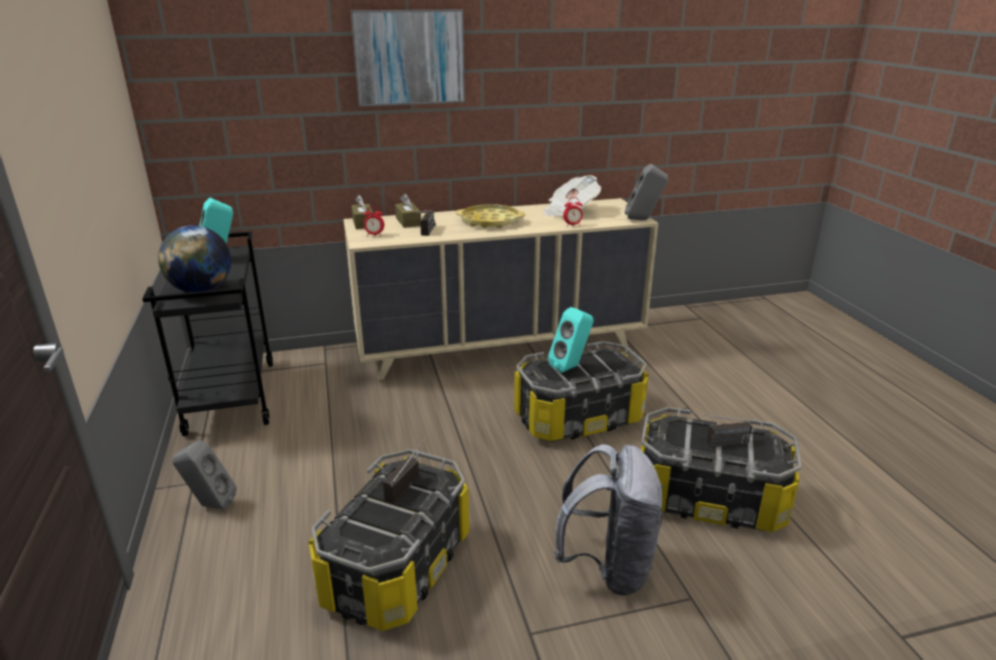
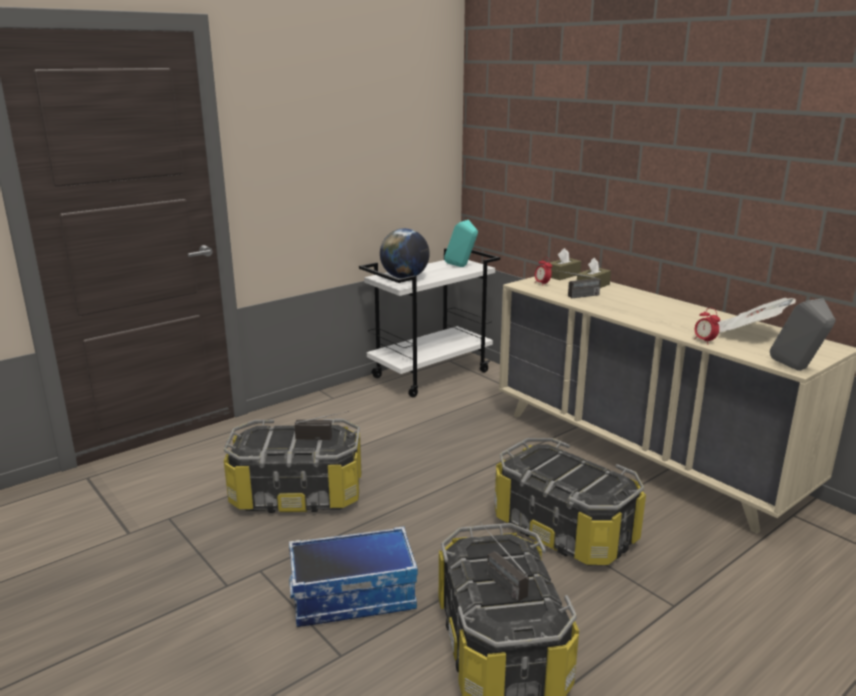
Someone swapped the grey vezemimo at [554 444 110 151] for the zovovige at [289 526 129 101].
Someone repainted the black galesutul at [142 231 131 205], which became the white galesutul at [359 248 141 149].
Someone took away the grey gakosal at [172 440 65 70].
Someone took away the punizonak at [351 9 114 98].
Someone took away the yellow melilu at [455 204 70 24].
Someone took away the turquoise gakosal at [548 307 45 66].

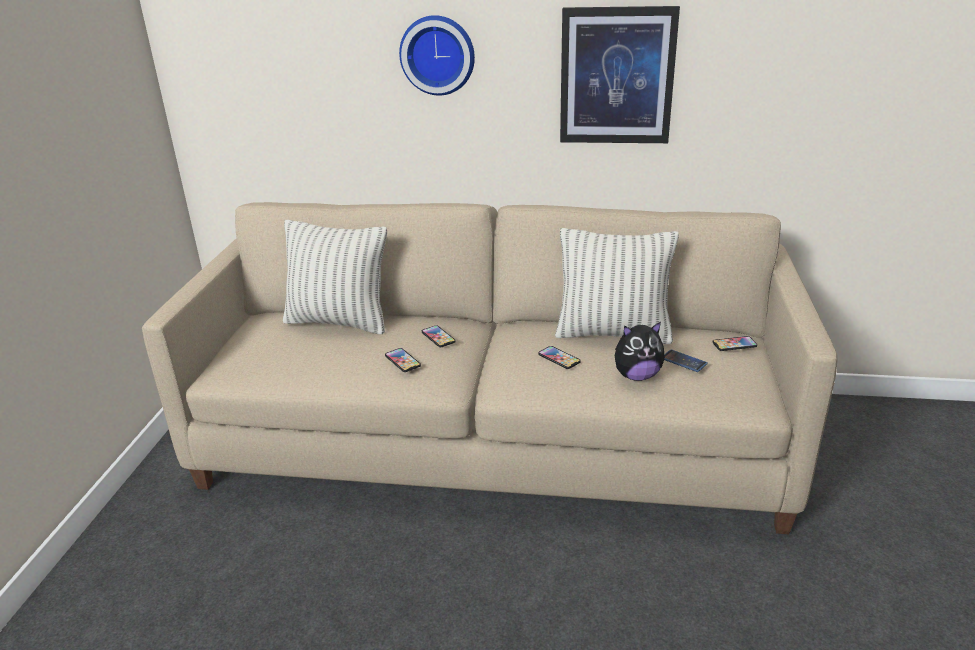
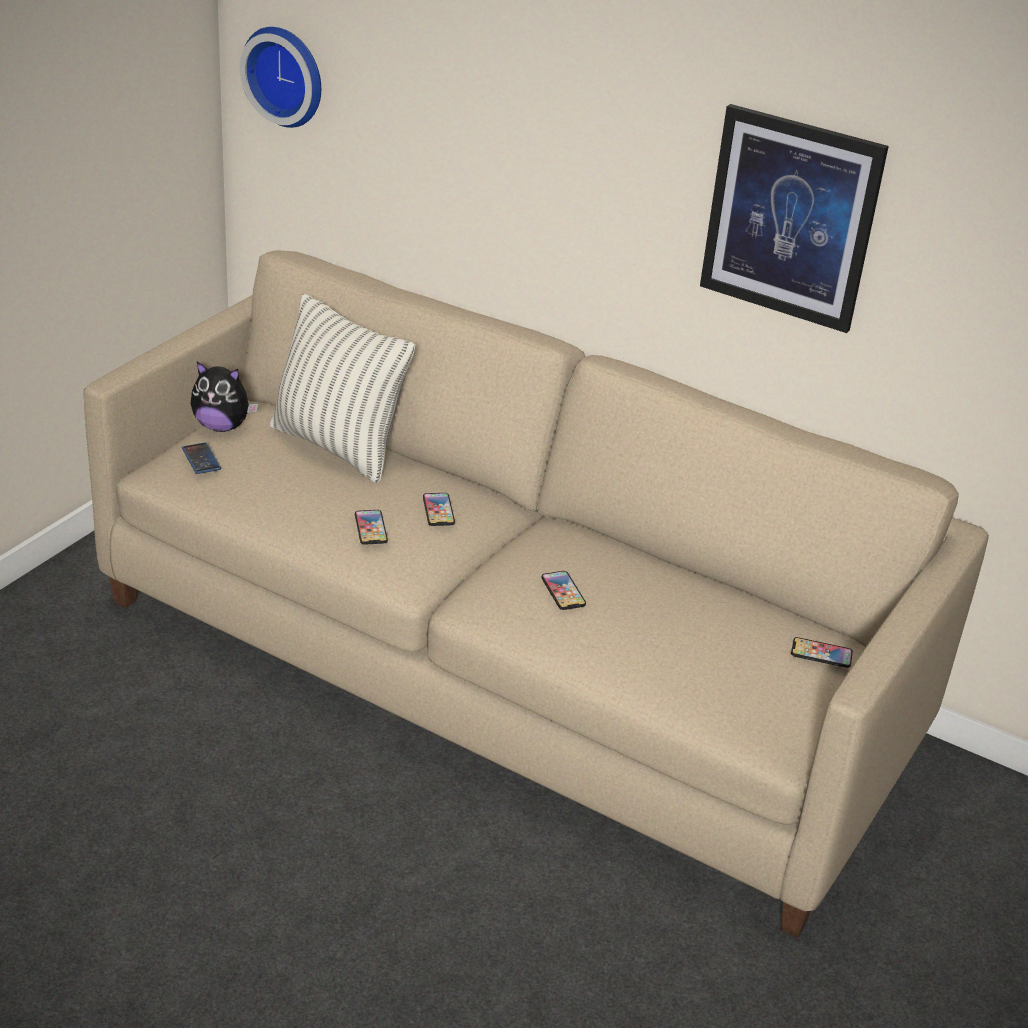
Someone carried the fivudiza from [664 349 44 23] to [182 442 39 32].
Someone carried the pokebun from [615 322 50 59] to [190 361 68 71].
Someone carried the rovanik from [399 15 76 80] to [240 27 81 101].
Someone took away the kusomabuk at [555 228 124 116].

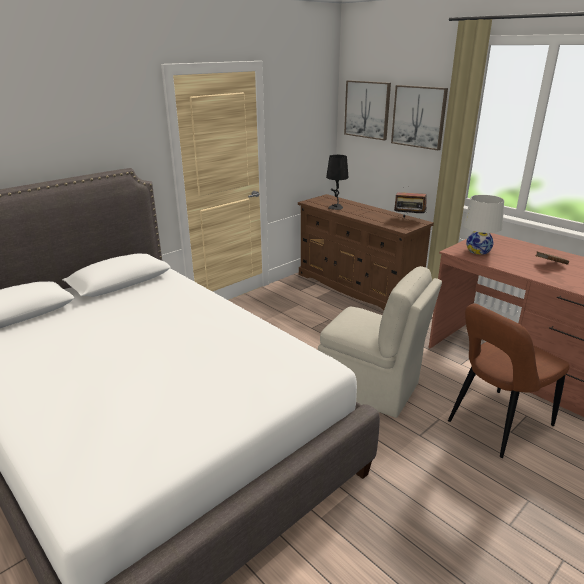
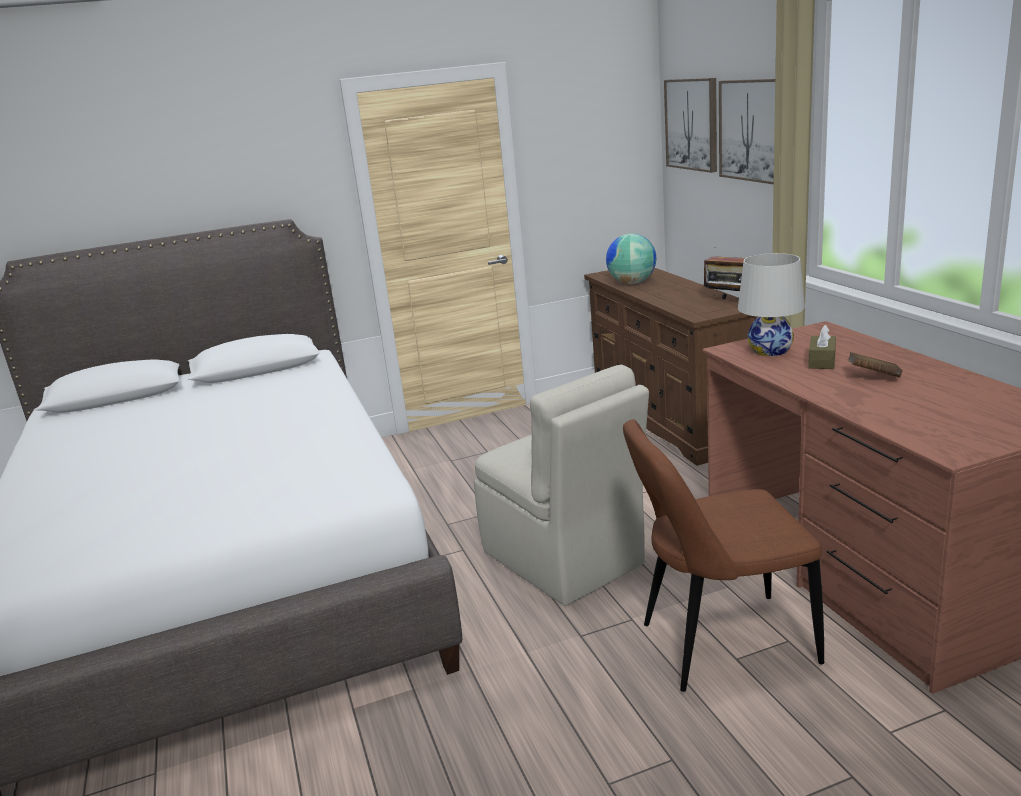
Someone swapped the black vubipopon at [326 155 23 55] for the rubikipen at [606 233 51 51].
Someone put down the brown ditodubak at [808 325 28 44].

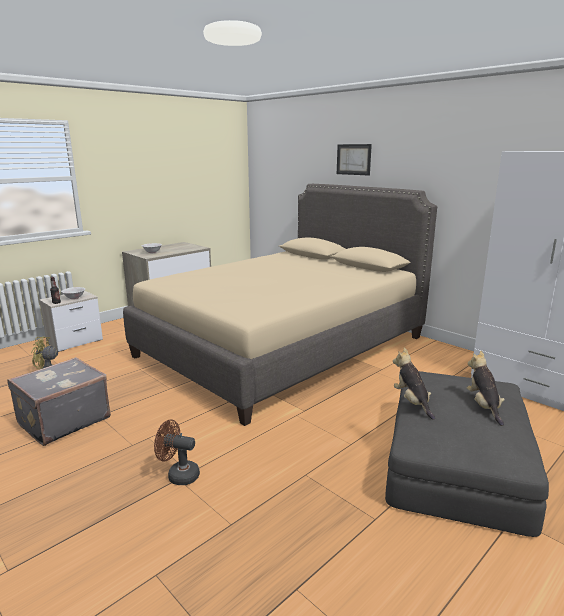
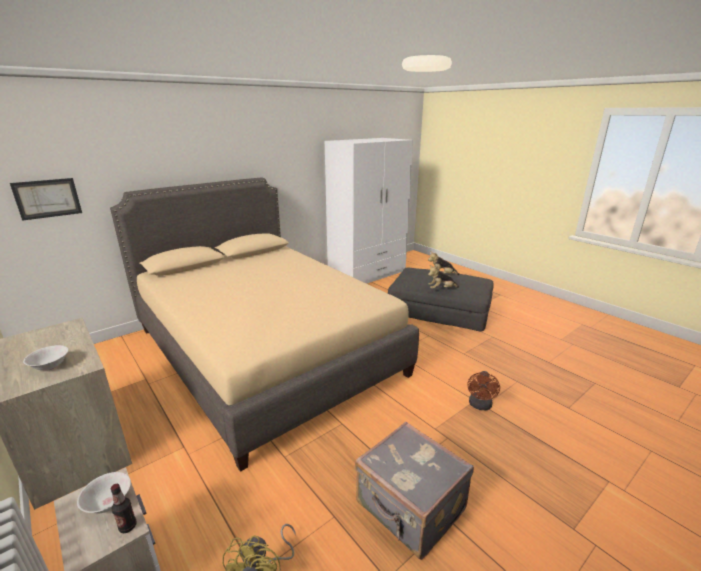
Someone carried the punizonak from [337 144 35 32] to [10 178 72 43].

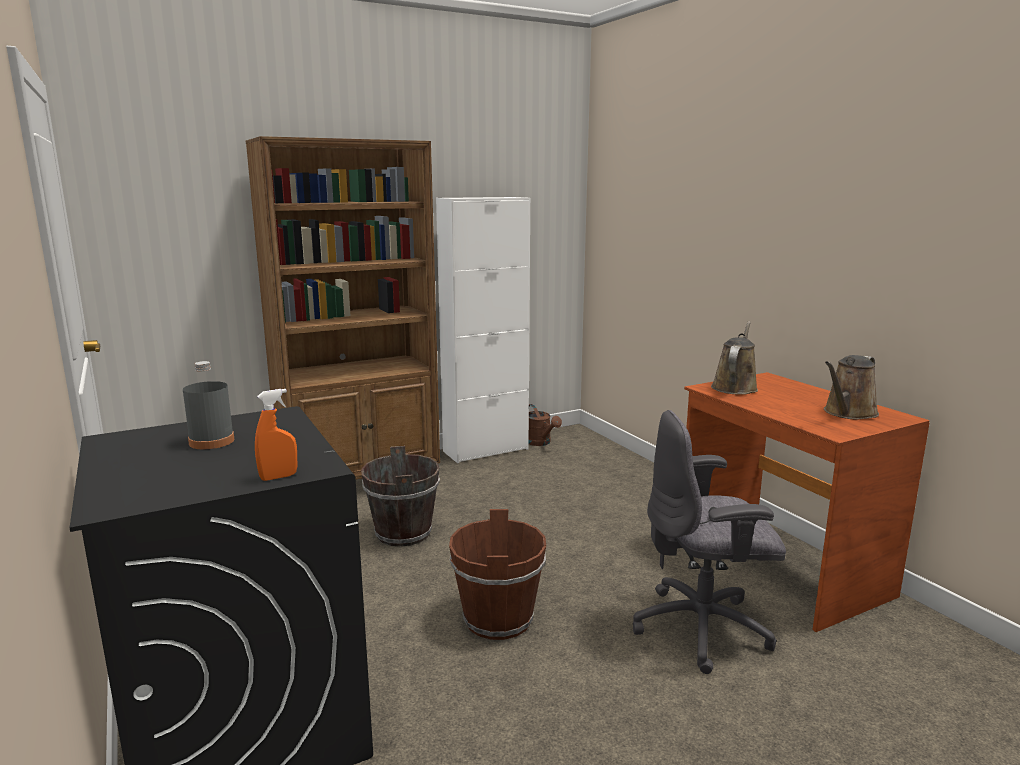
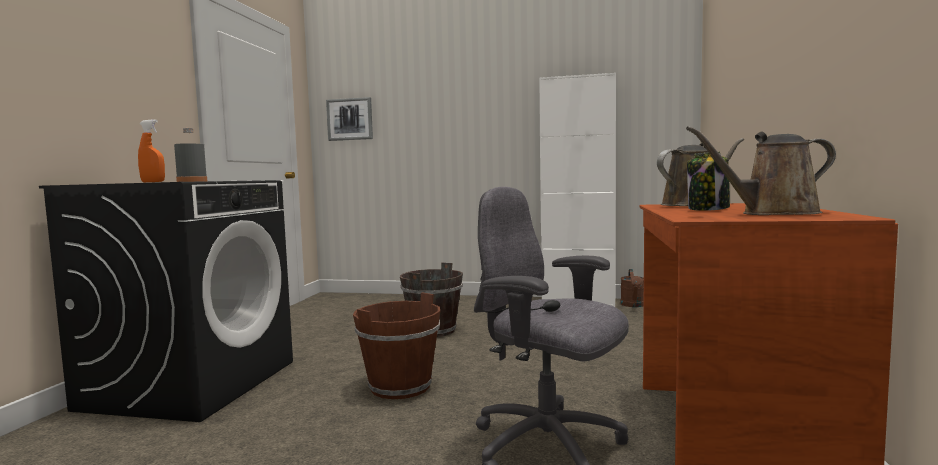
Someone put up the punizonak at [326 97 47 44].
Someone put down the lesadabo at [687 152 43 59].
Someone took away the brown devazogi at [246 136 194 343].

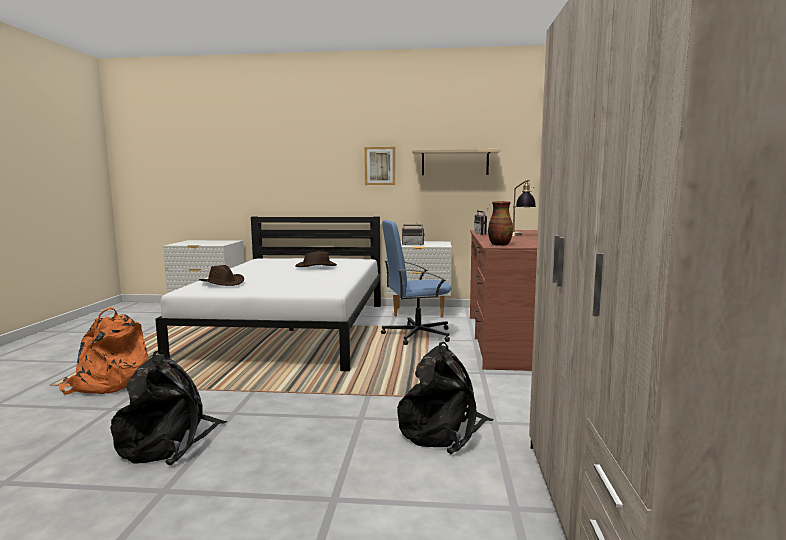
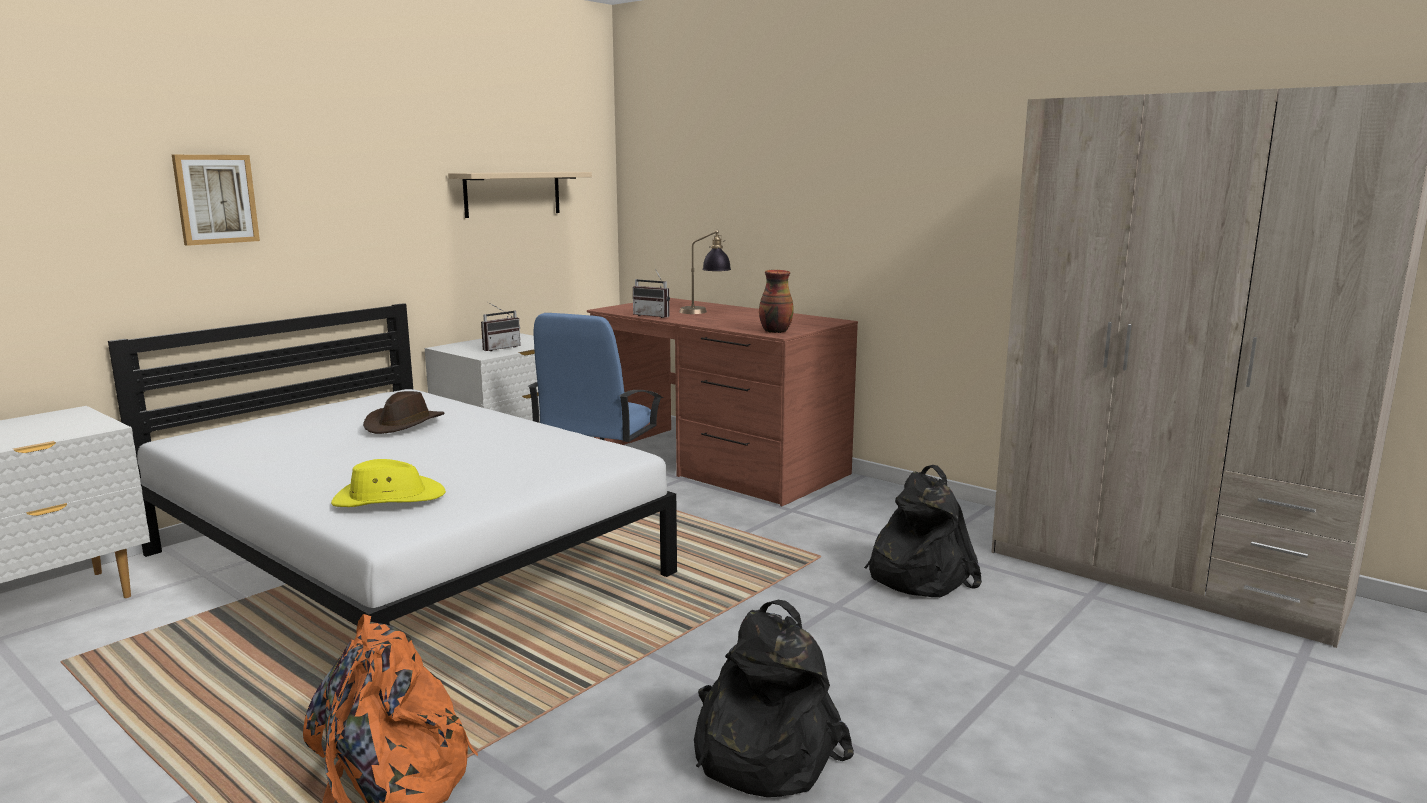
Someone carried the punizonak from [364 147 31 38] to [172 155 88 91].
Someone repainted the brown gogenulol at [199 265 45 21], which became the yellow gogenulol at [331 459 115 48].

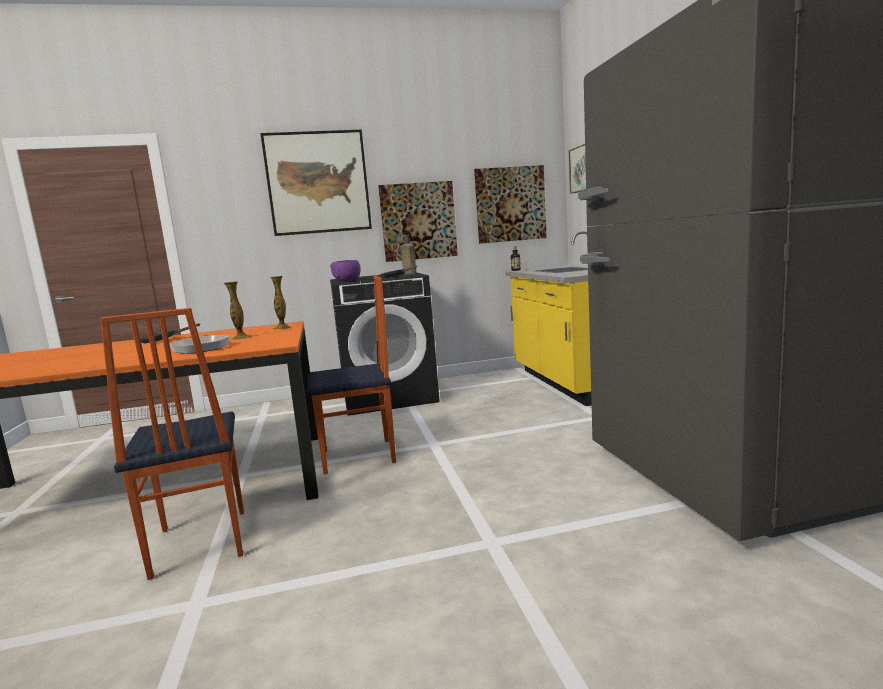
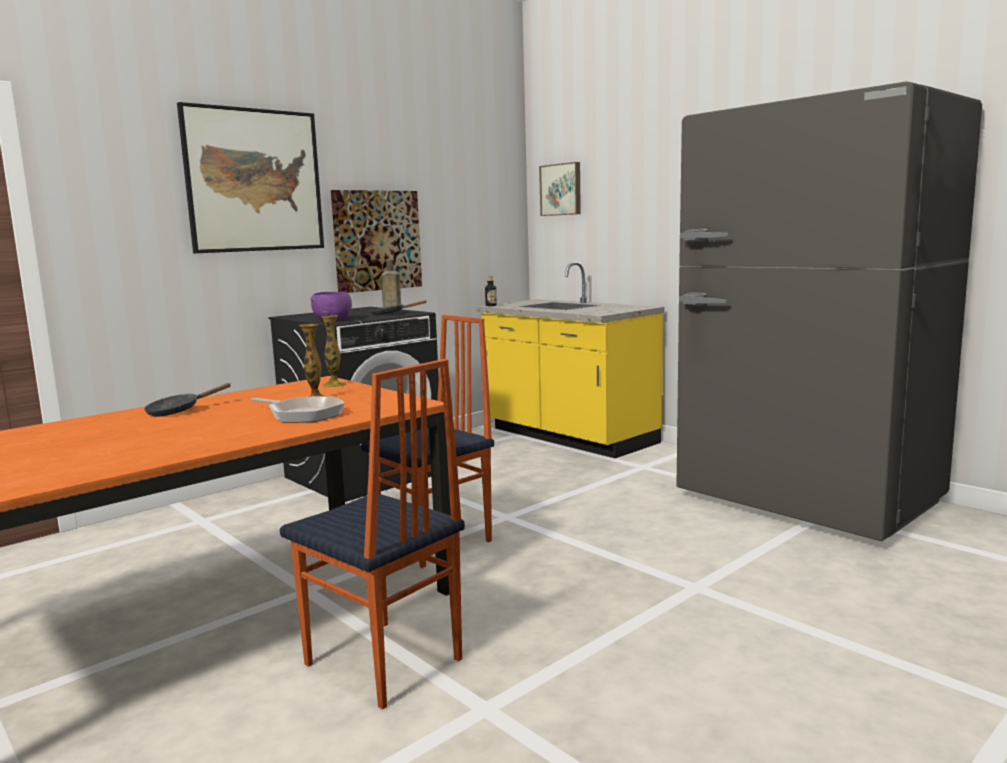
Someone took away the punizonak at [474 165 73 79].

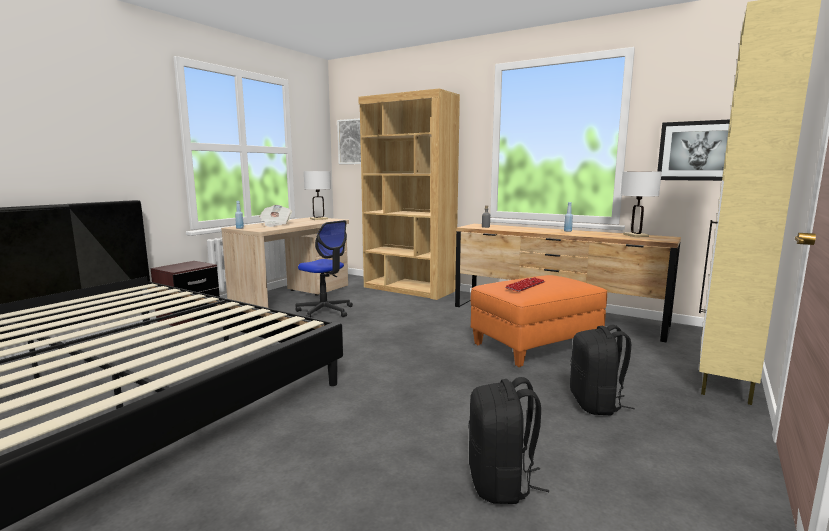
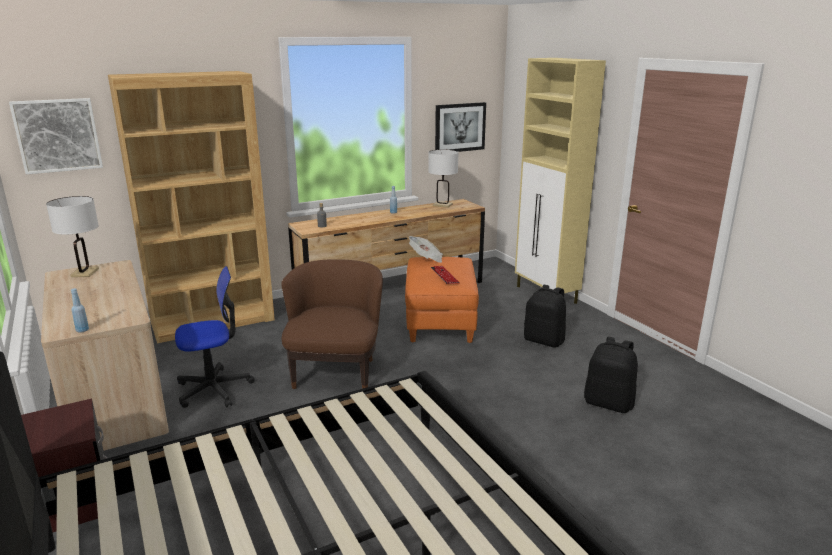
Someone put down the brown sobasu at [281 259 102 130].
Someone carried the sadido from [259 205 33 22] to [409 236 34 27].

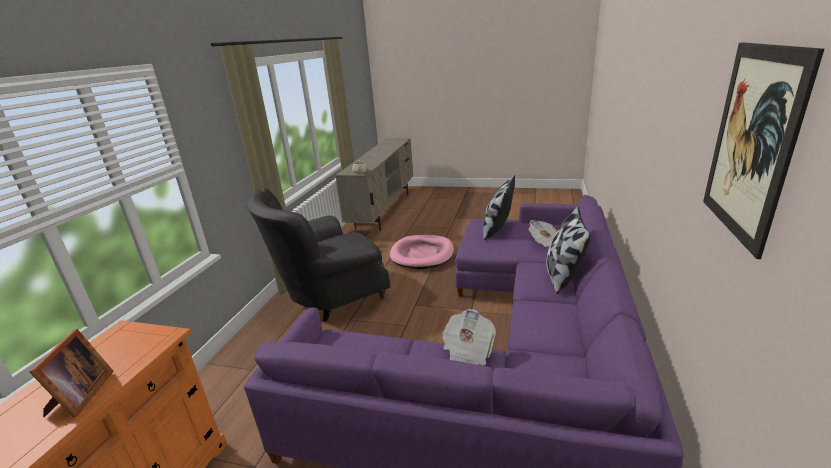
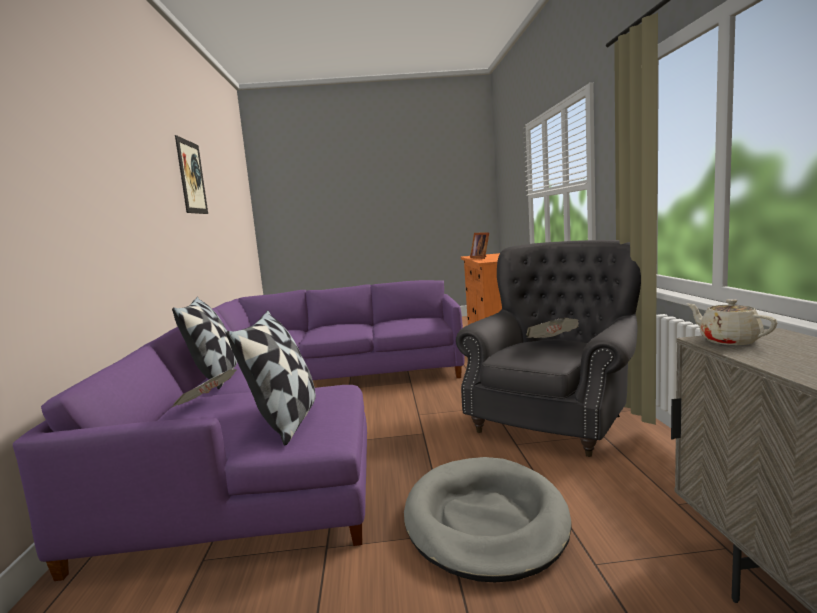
Someone repainted the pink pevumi at [390 235 64 34], which became the grey pevumi at [404 457 168 125].
Someone carried the sadido from [442 309 54 56] to [526 318 53 20].

